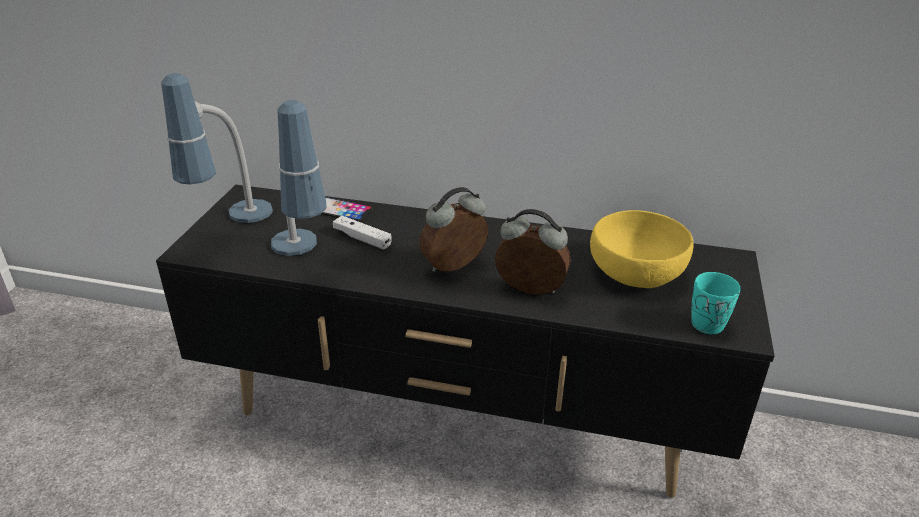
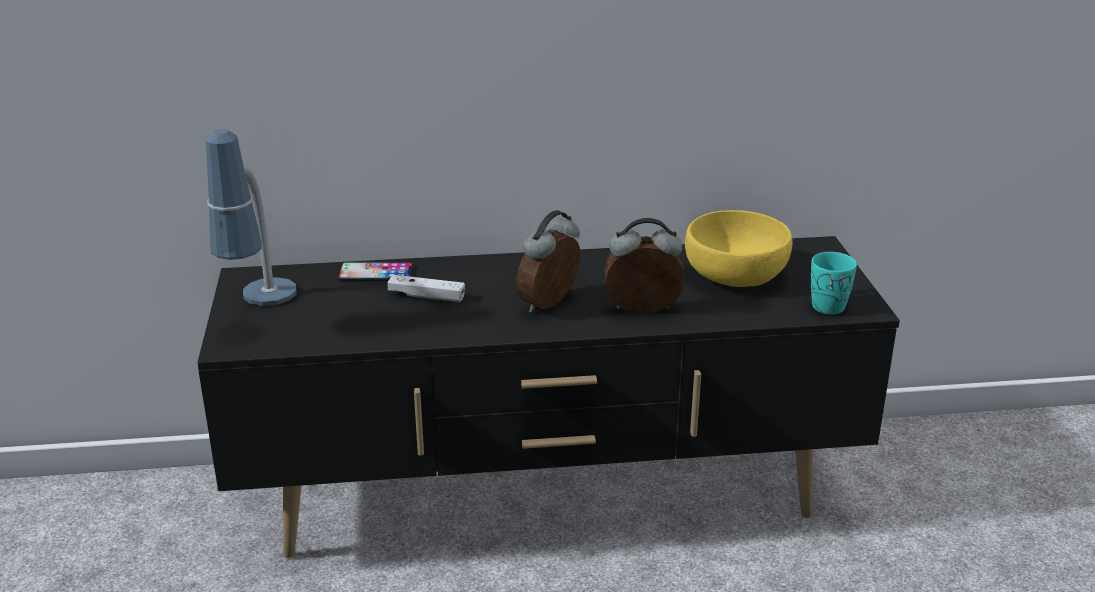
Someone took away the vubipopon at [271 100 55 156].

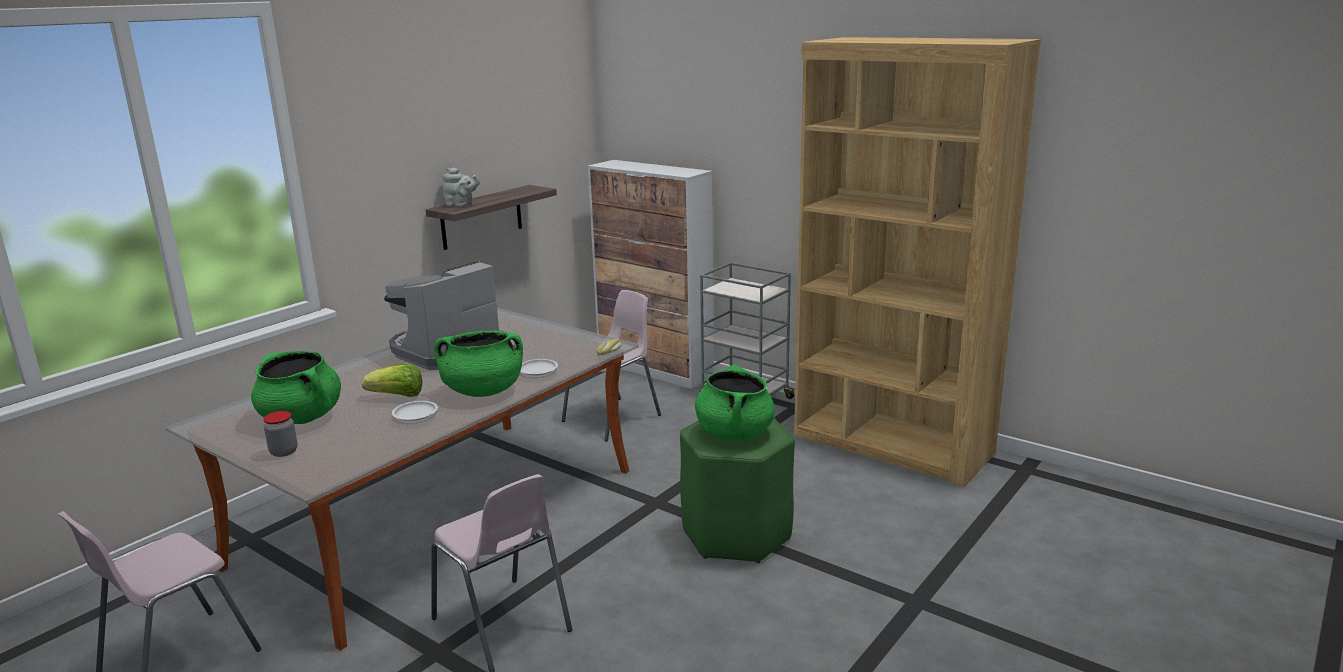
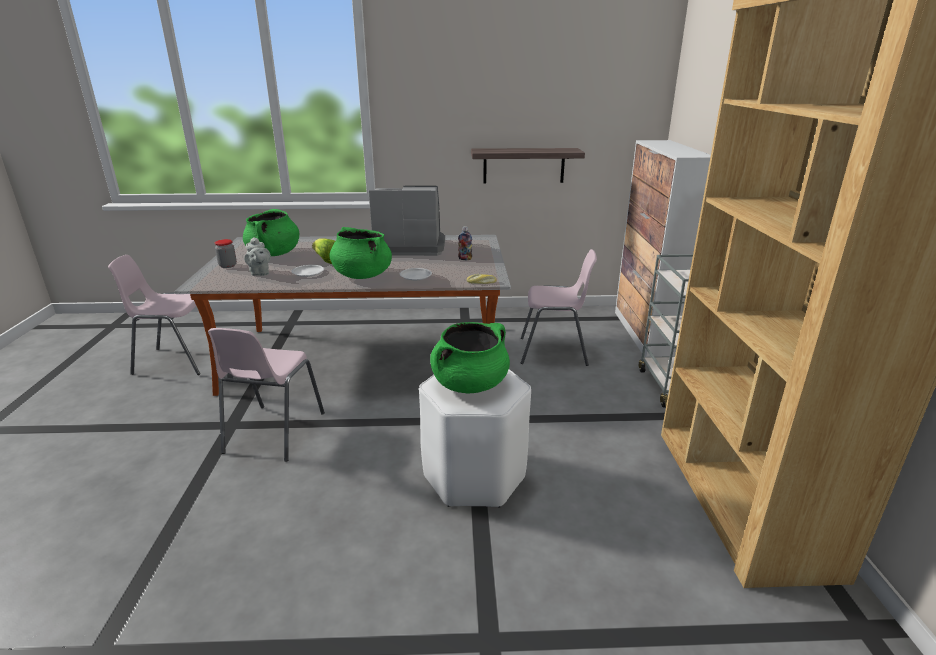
Someone carried the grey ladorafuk from [442 167 38 39] to [244 237 27 39].
Someone repainted the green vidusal at [680 418 115 145], which became the white vidusal at [419 369 112 139].
Someone put down the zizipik at [458 226 14 34].

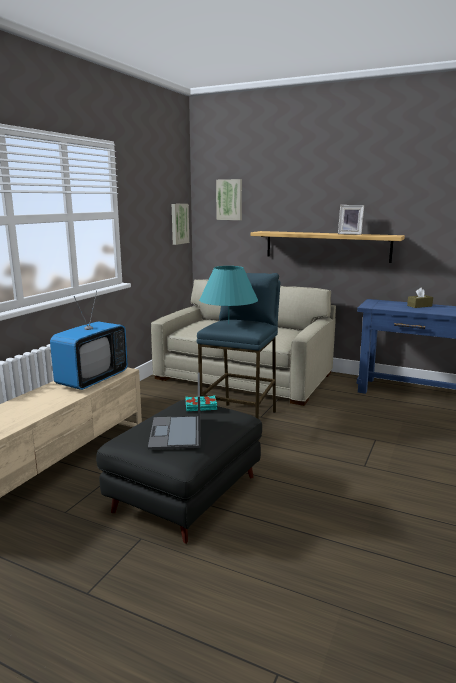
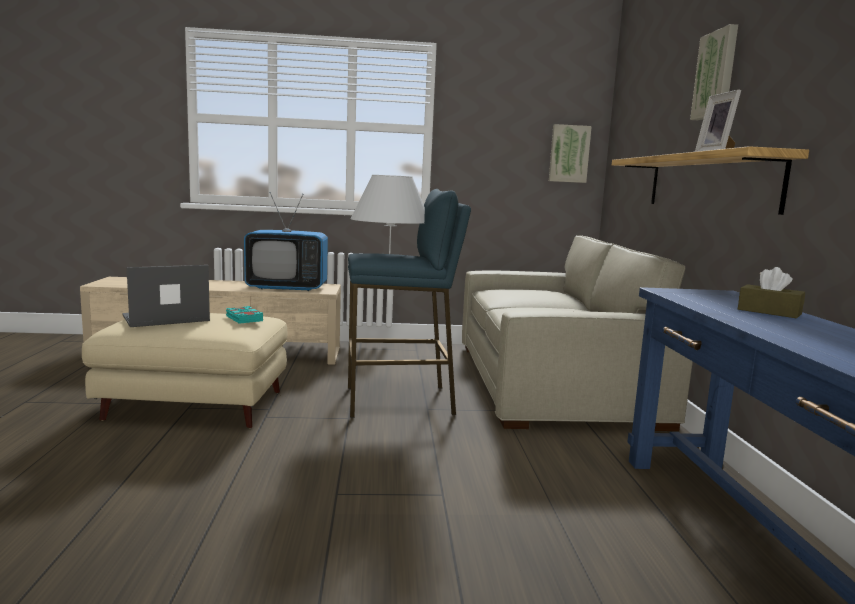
Someone repainted the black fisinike at [96 400 166 144], which became the beige fisinike at [82 313 205 115].
Someone repainted the turquoise vubipopon at [199 266 59 58], which became the white vubipopon at [350 175 75 79].
Someone carried the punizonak from [216 179 26 41] to [690 24 48 96].

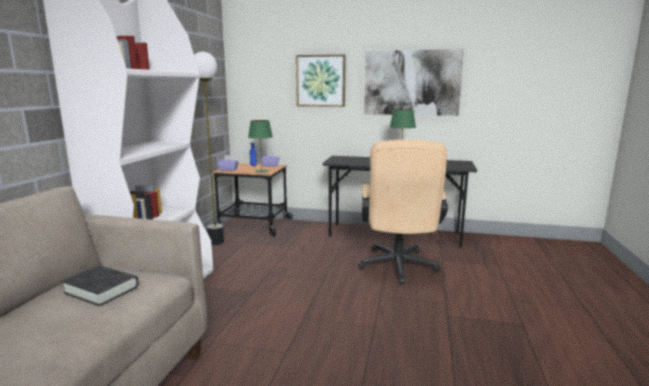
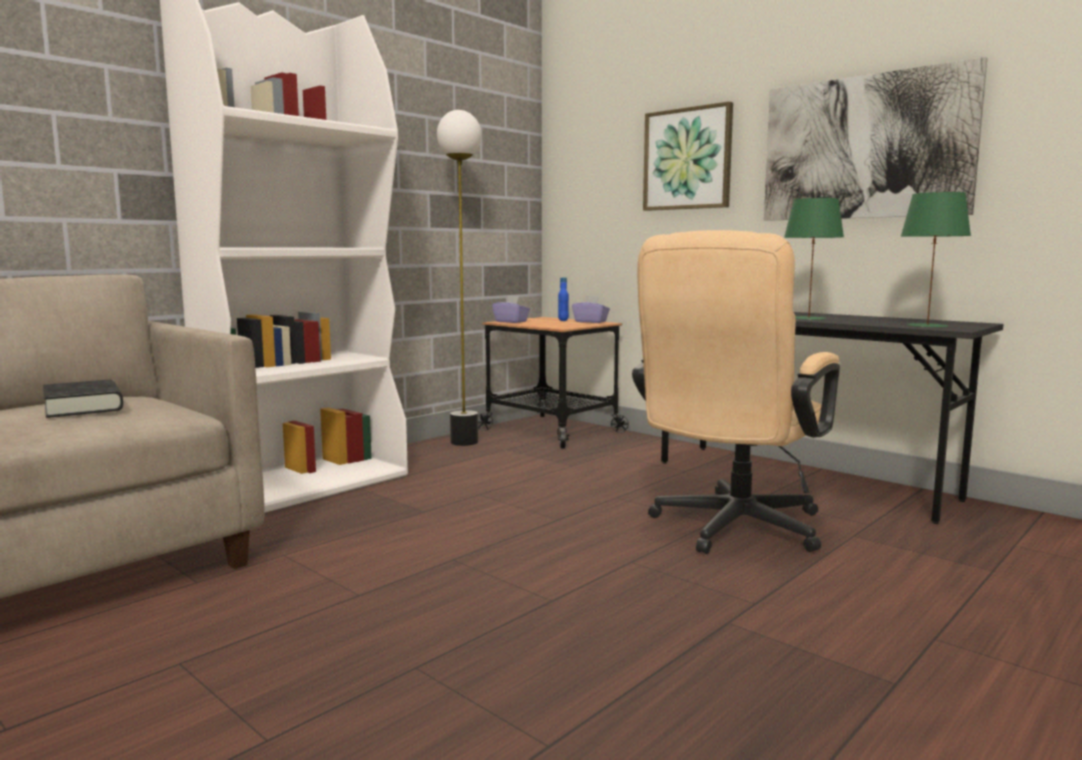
Someone carried the green vubipopon from [248 120 25 53] to [901 192 70 135].

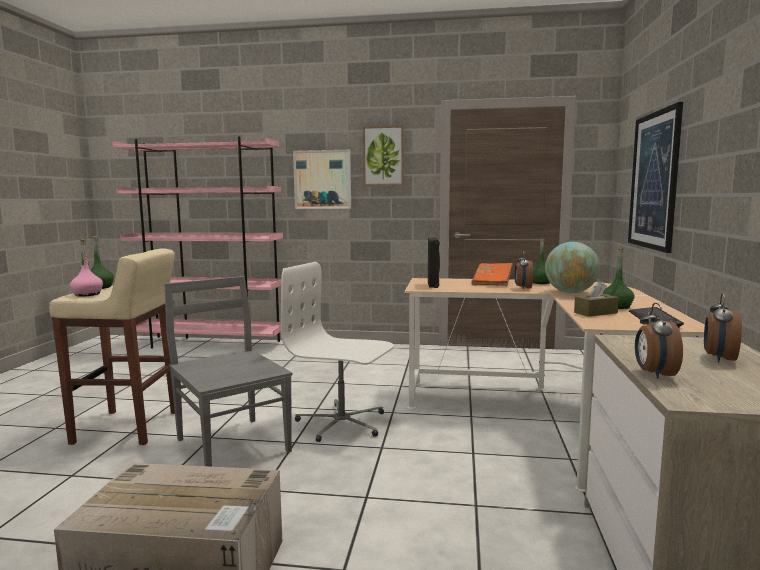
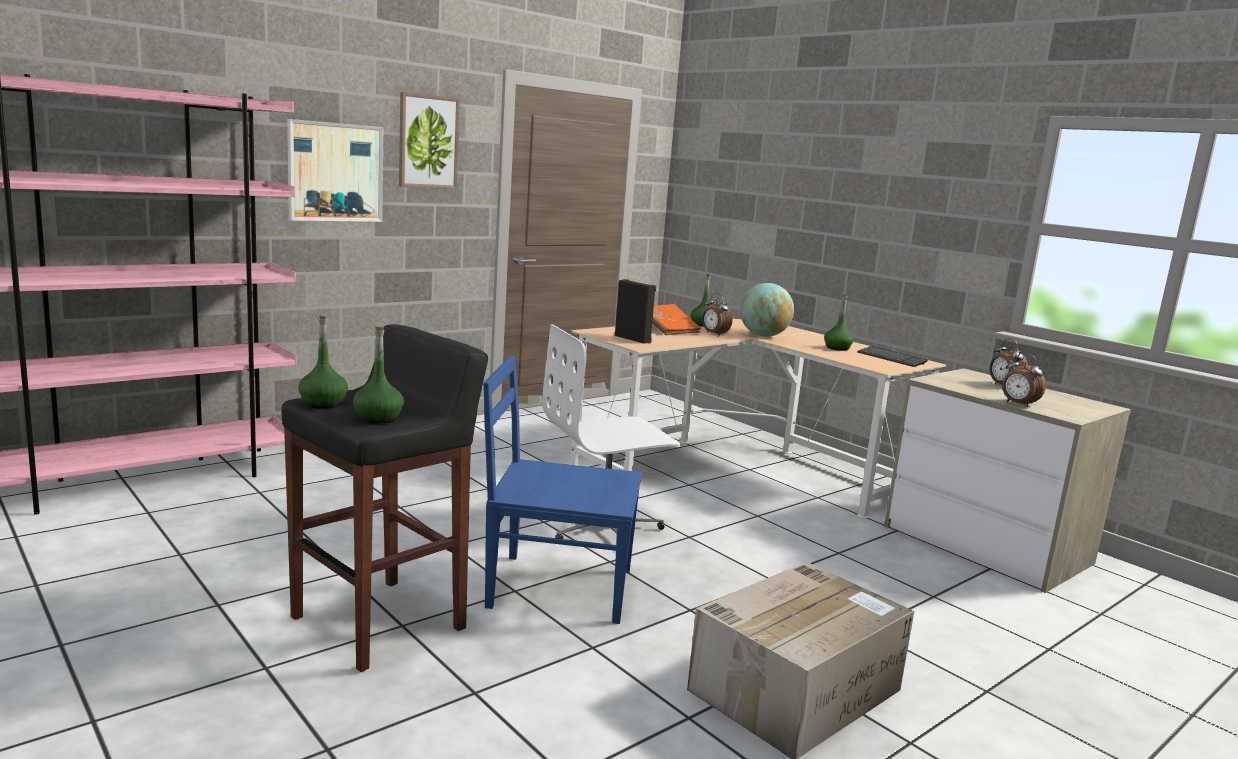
Someone repainted the beige vidusal at [49 248 126 197], which became the black vidusal at [281 324 207 348].
Someone repainted the pink zizipik at [70 239 33 58], which became the green zizipik at [353 327 51 97].
Someone repainted the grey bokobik at [164 276 128 191], which became the blue bokobik at [483 356 159 268].
Someone took away the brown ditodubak at [574 281 45 36].
Someone took away the punizonak at [628 102 55 151].

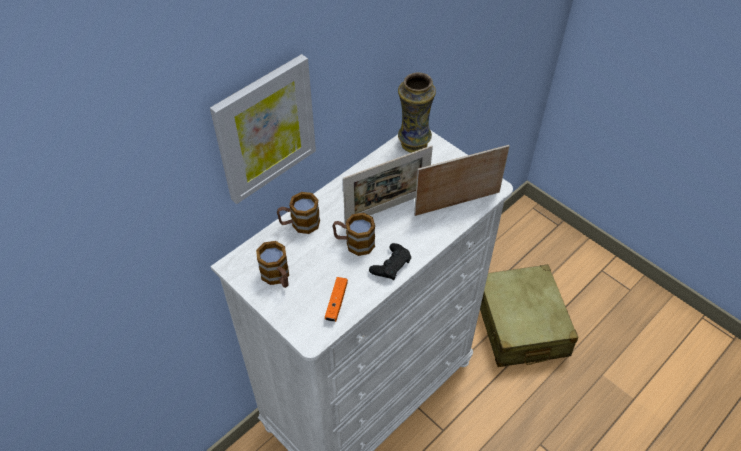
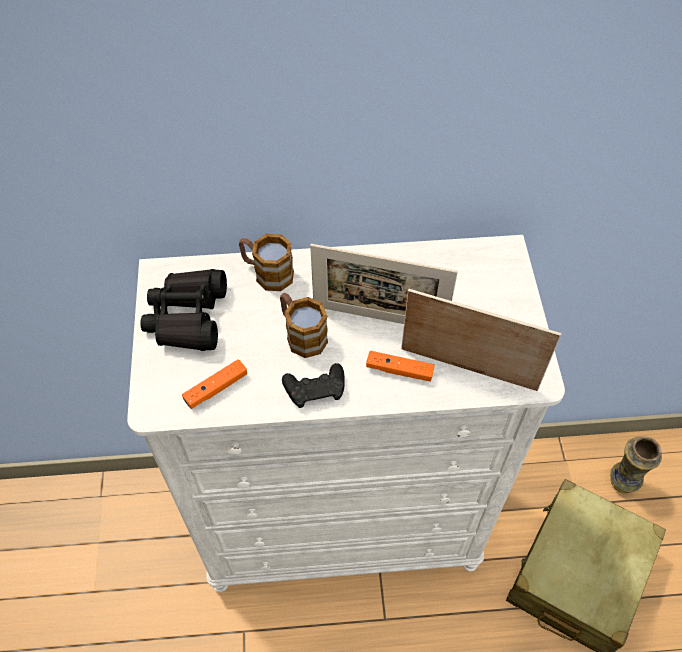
Someone swapped the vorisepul at [256 241 33 47] for the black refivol at [140 269 87 82].
Someone put down the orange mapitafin at [366 351 69 31].
Someone carried the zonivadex from [398 72 38 81] to [610 436 52 57].
Someone took away the punizonak at [210 54 106 150].

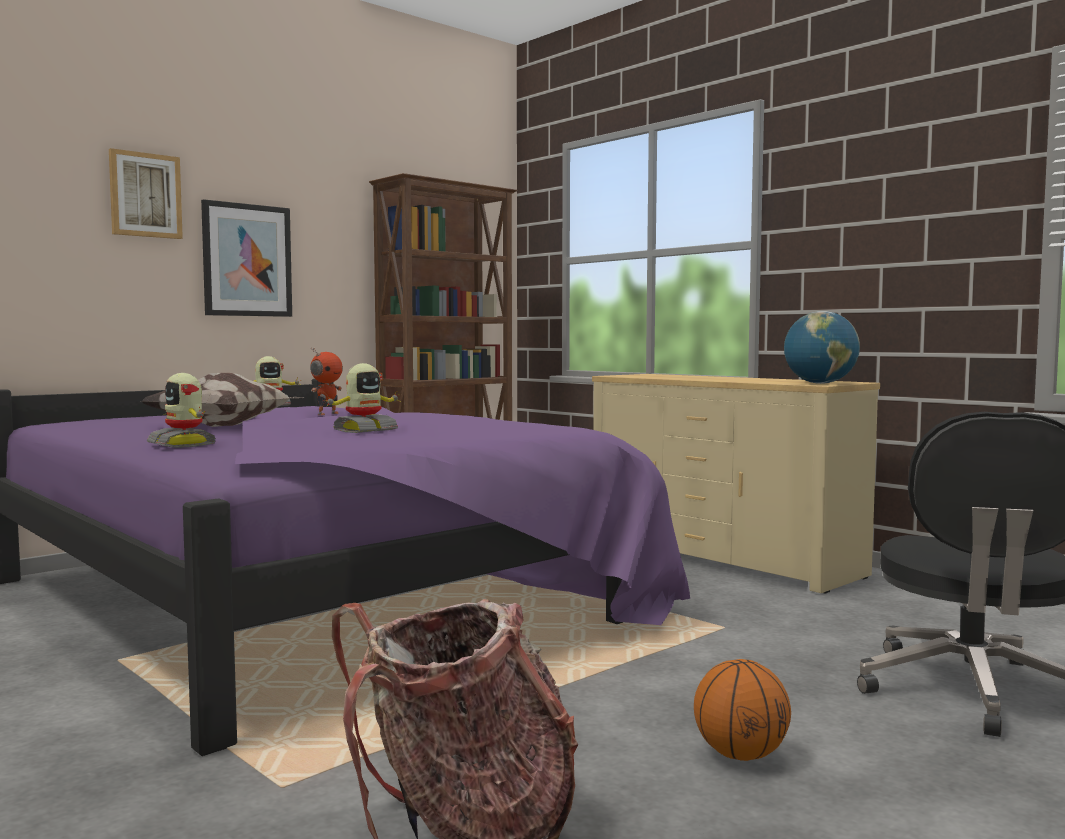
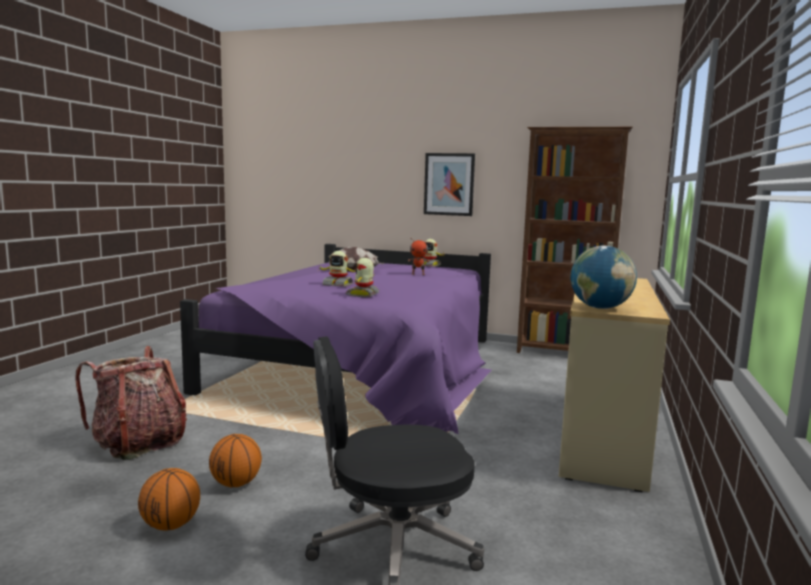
Someone put down the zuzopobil at [138 468 62 63].
Someone carried the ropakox from [147 373 69 75] to [346 258 33 39].
Someone took away the punizonak at [109 148 74 91].

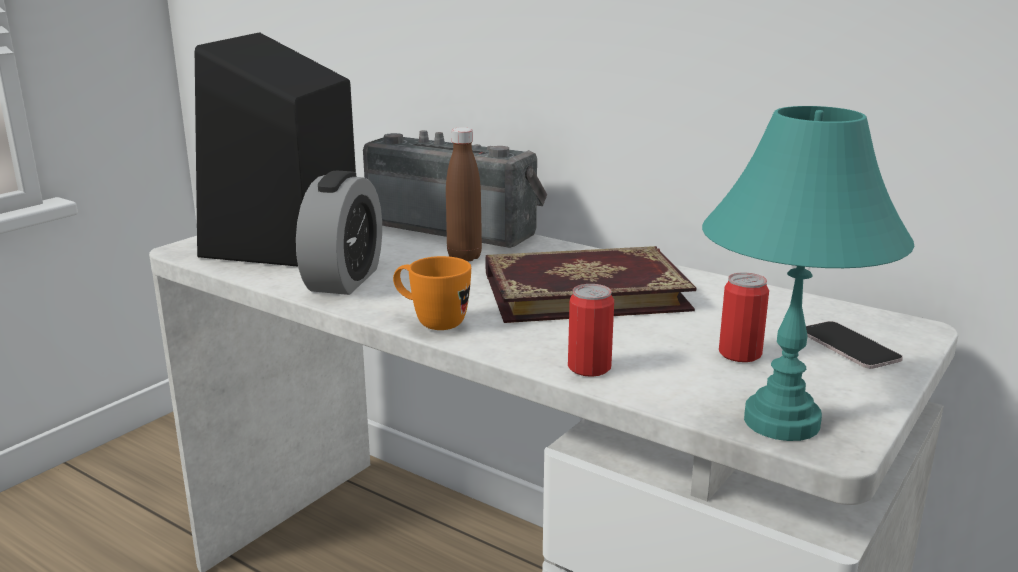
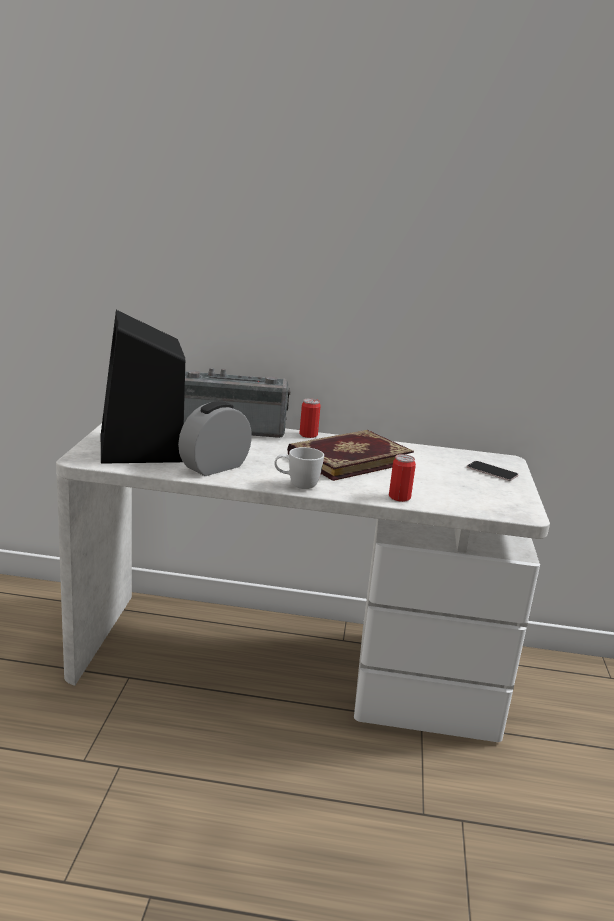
Someone rotated the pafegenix at [296 171 86 124] by 120 degrees counterclockwise.
Someone repainted the orange vorisepul at [393 256 78 74], which became the white vorisepul at [274 447 50 42].
Someone carried the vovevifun from [719 273 50 89] to [299 398 22 40].
Someone took away the brown zizipik at [446 127 36 134].
Someone took away the turquoise vubipopon at [702 106 212 335].

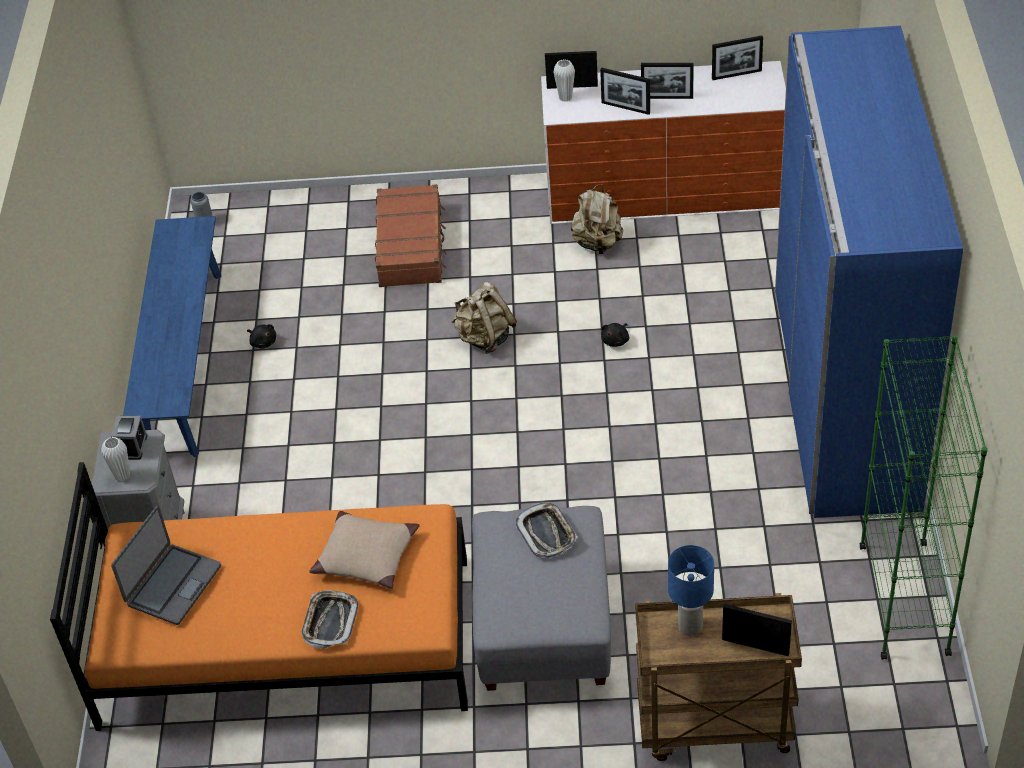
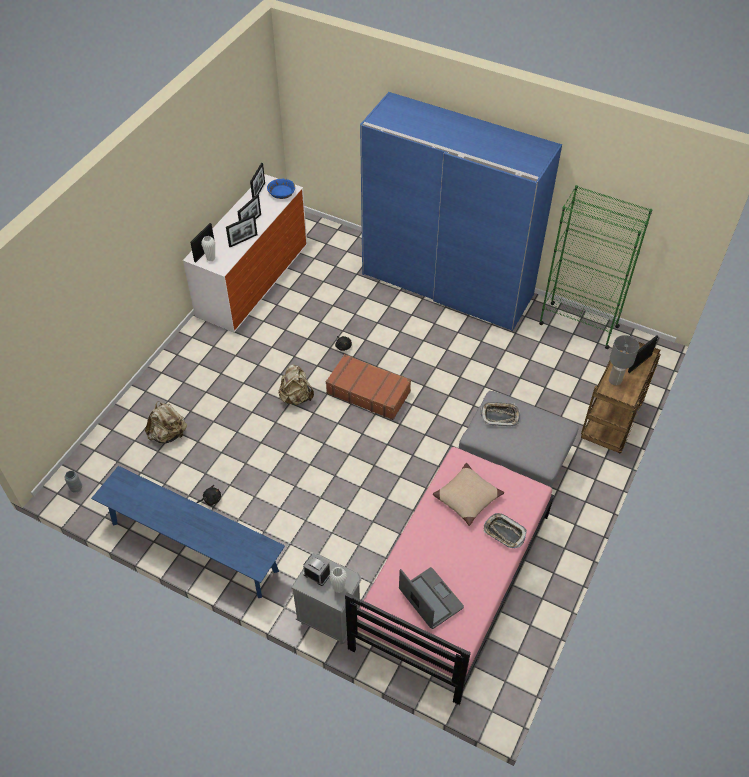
Someone carried the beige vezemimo from [571 184 52 70] to [145 401 42 42].
Someone put down the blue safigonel at [267 178 28 21].
Someone carried the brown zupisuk from [375 184 72 103] to [326 354 85 66].
Someone repainted the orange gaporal at [50 462 418 269], which became the pink gaporal at [345 447 209 258].
Someone repainted the blue vubipopon at [668 545 46 91], which became the grey vubipopon at [609 335 30 50].

